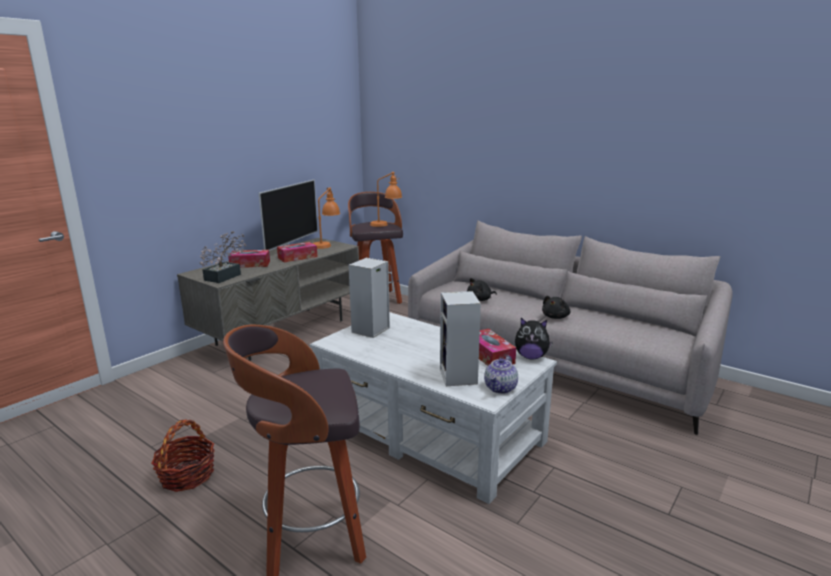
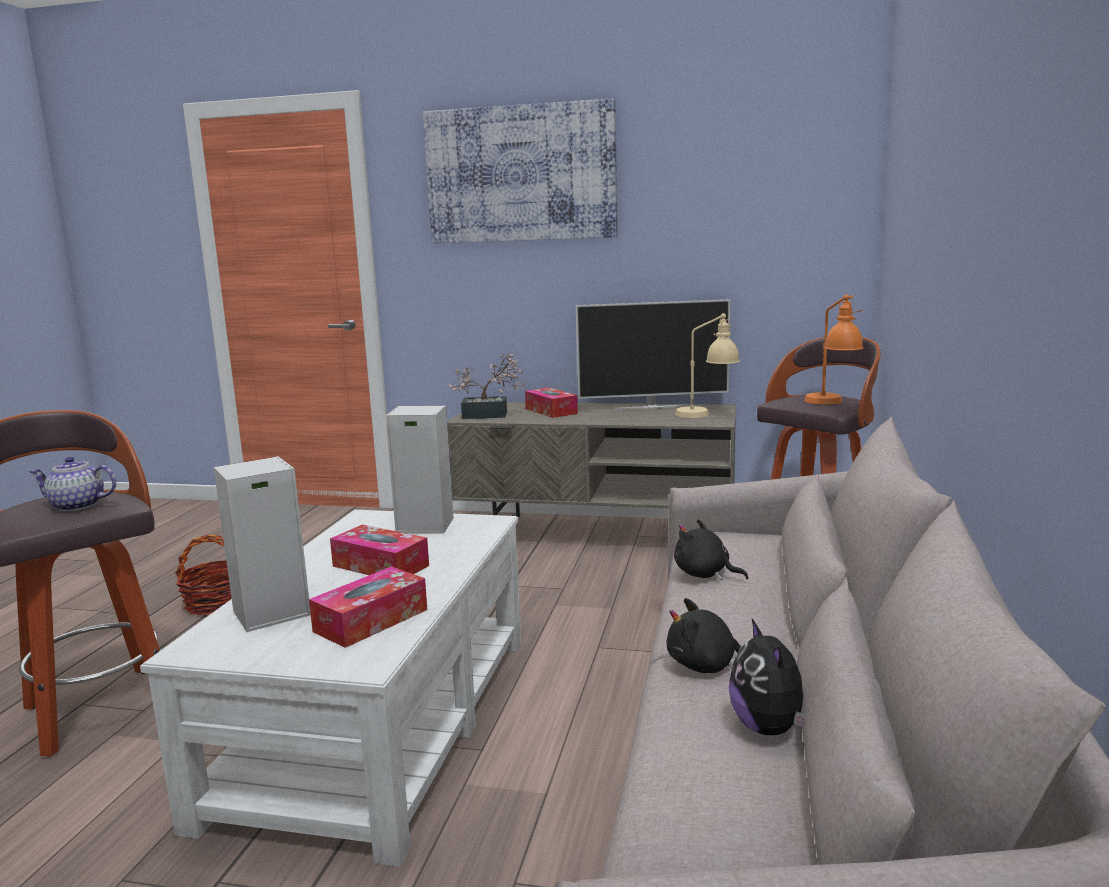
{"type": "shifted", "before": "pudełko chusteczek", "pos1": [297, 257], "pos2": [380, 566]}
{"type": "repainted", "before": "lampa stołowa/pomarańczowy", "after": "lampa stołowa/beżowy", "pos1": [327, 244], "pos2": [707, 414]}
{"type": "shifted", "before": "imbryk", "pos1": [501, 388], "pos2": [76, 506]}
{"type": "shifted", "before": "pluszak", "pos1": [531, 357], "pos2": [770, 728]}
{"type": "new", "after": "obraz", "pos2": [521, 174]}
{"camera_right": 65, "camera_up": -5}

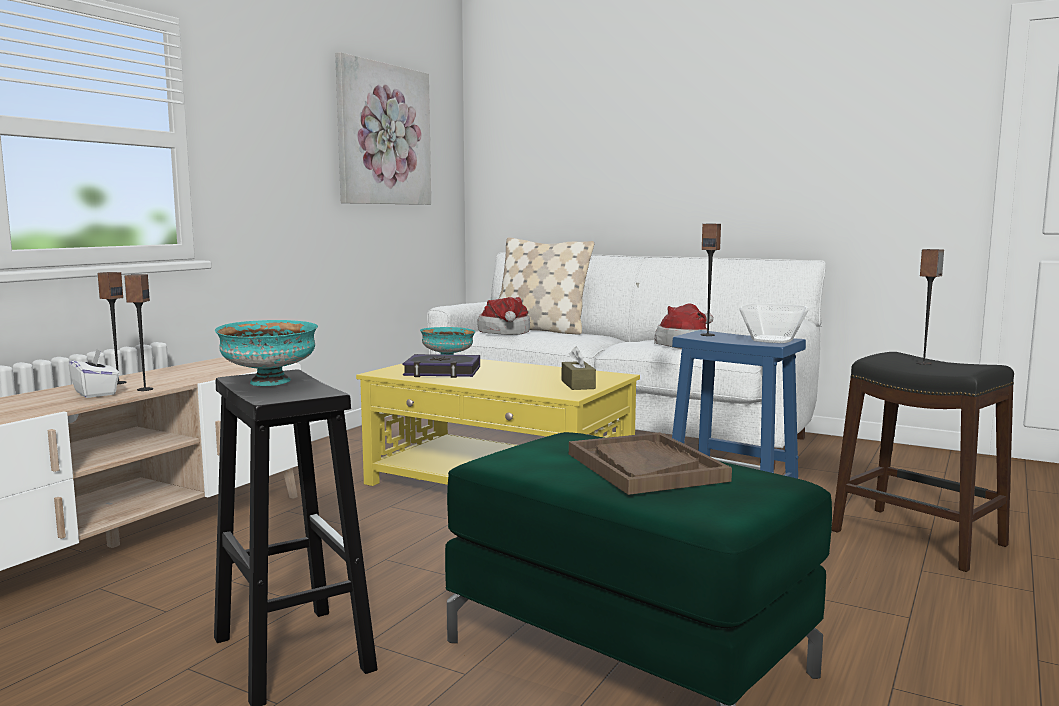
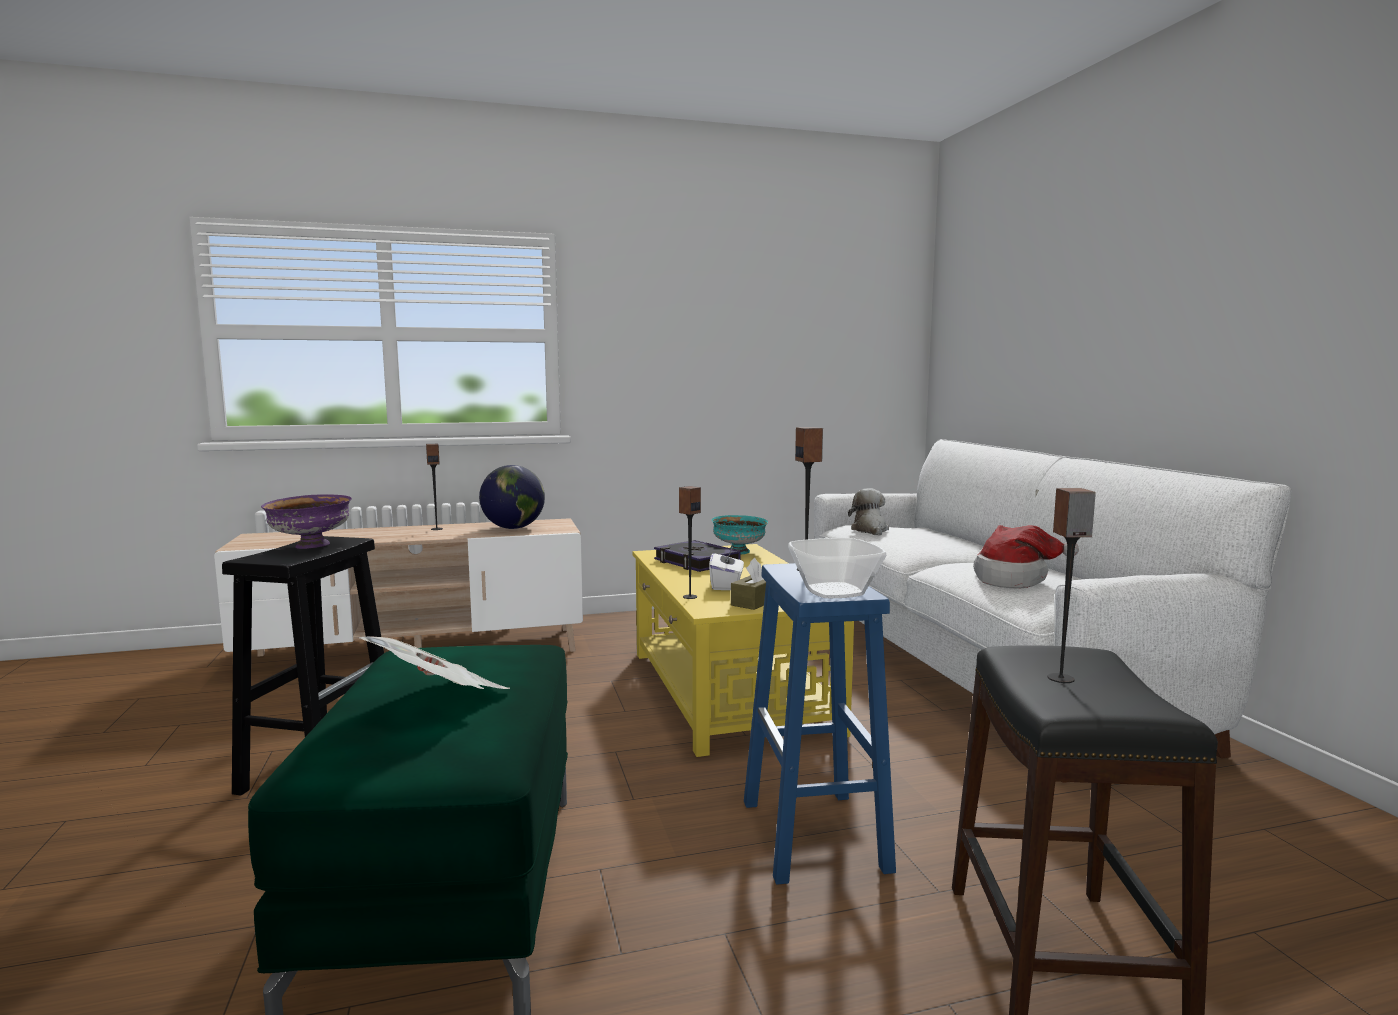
{"type": "shifted", "before": "pudełko chusteczek/biały", "pos1": [96, 393], "pos2": [726, 585]}
{"type": "shifted", "before": "głośnik", "pos1": [144, 389], "pos2": [689, 597]}
{"type": "repainted", "before": "miska/turkusowy", "after": "miska/fioletowy", "pos1": [271, 382], "pos2": [311, 546]}
{"type": "gone", "before": "obraz", "pos1": [384, 135]}
{"type": "swapped", "before": "kapelusz", "after": "pluszak", "pos1": [505, 332], "pos2": [870, 530]}
{"type": "gone", "before": "poduszka/beżowy", "pos1": [540, 330]}
{"type": "swapped", "before": "taca/brązowy", "after": "gazeta", "pos1": [645, 467], "pos2": [439, 698]}
{"type": "new", "after": "globus", "pos2": [513, 528]}
{"camera_right": 45, "camera_up": 0}

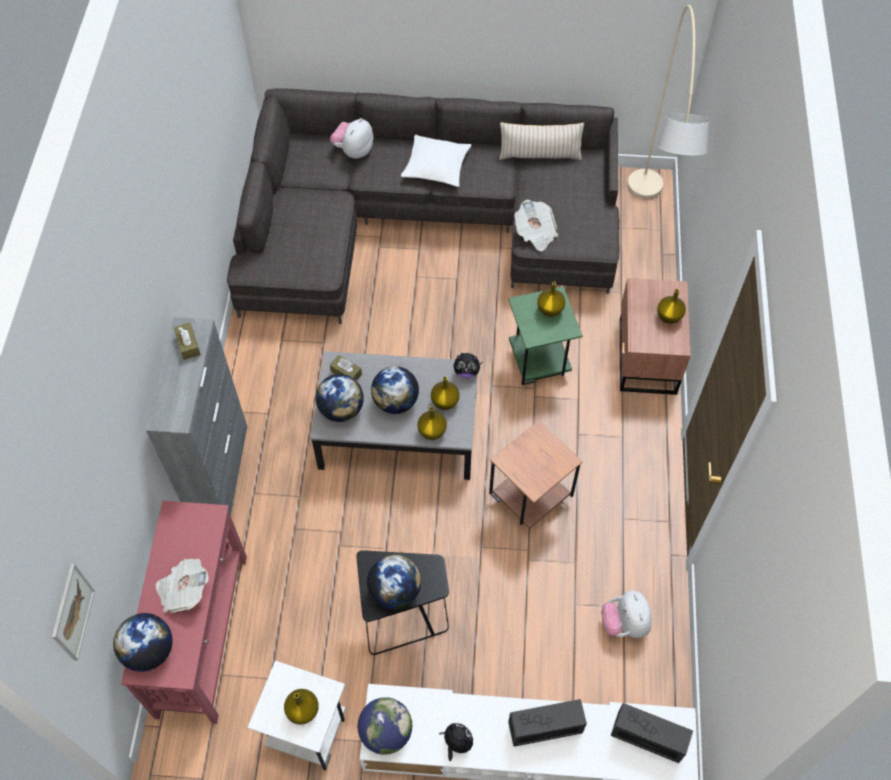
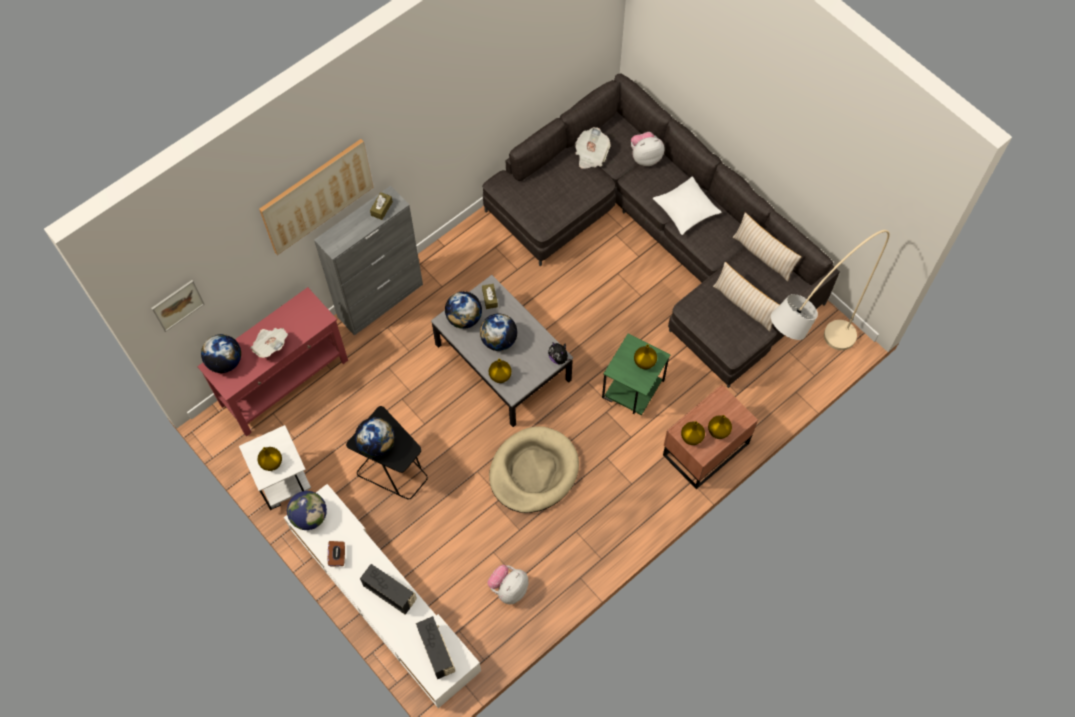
{"type": "shifted", "before": "wazon/żółty", "pos1": [445, 402], "pos2": [692, 438]}
{"type": "swapped", "before": "pluszak", "after": "pudełko chusteczek/brązowy", "pos1": [456, 743], "pos2": [337, 556]}
{"type": "swapped", "before": "stolik/brązowy", "after": "legowisko/beżowy", "pos1": [530, 501], "pos2": [533, 471]}
{"type": "shifted", "before": "gazeta", "pos1": [535, 233], "pos2": [591, 155]}
{"type": "new", "after": "obraz", "pos2": [317, 196]}
{"type": "new", "after": "poduszka/beżowy", "pos2": [744, 305]}
{"camera_right": 45, "camera_up": 5}

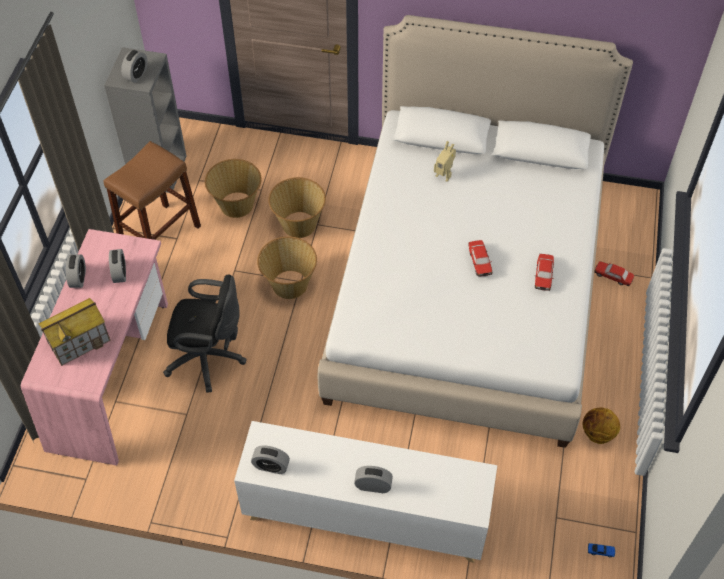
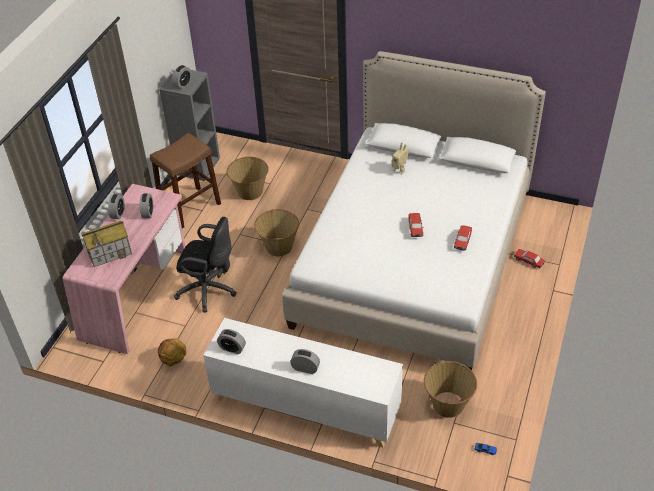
{"type": "shifted", "before": "koszyk", "pos1": [299, 224], "pos2": [448, 404]}
{"type": "shifted", "before": "piłka do koszykówki", "pos1": [597, 433], "pos2": [173, 360]}
{"camera_right": 10, "camera_up": -10}

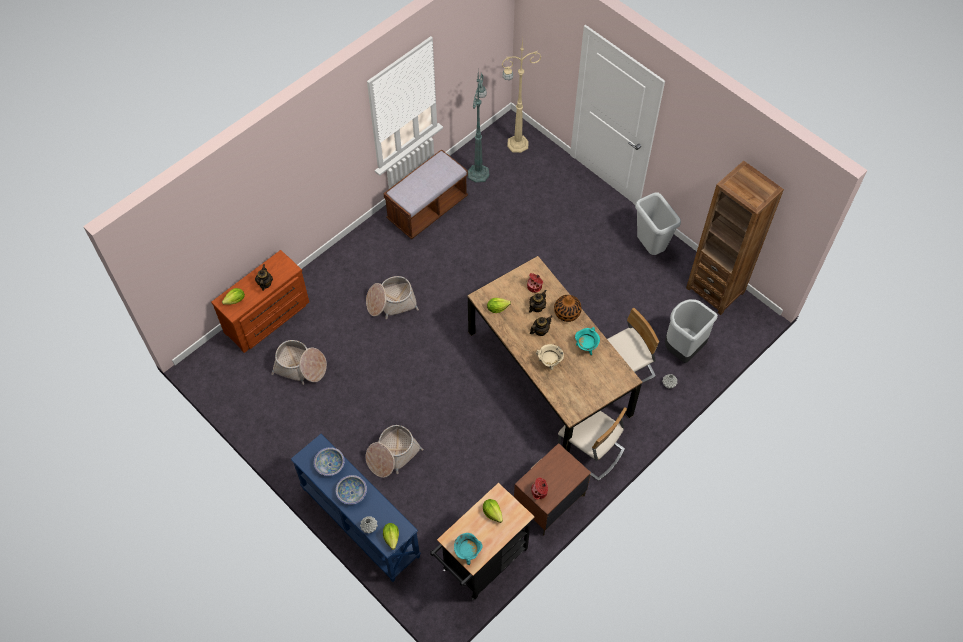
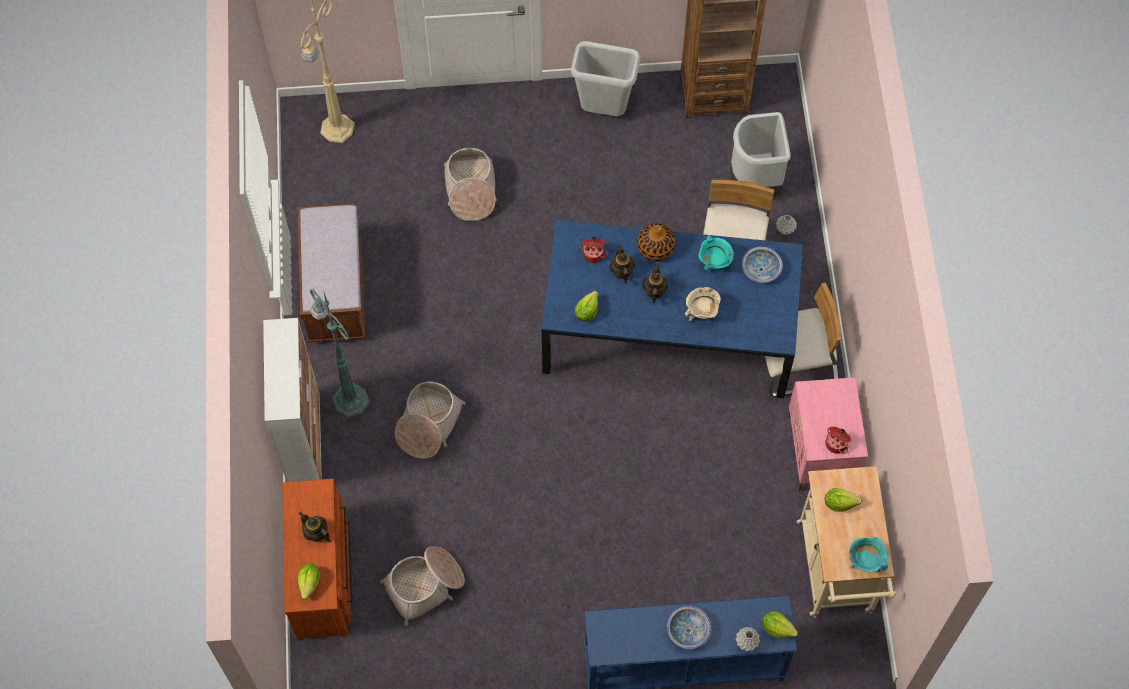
{"type": "shifted", "before": "miska", "pos1": [330, 464], "pos2": [761, 269]}
{"type": "shifted", "before": "koszyk", "pos1": [392, 454], "pos2": [470, 190]}
{"type": "repainted", "before": "wózek/czarny", "after": "wózek/beżowy", "pos1": [481, 564], "pos2": [836, 573]}
{"type": "repainted", "before": "stół jadalny/brązowy", "after": "stół jadalny/niebieski", "pos1": [548, 372], "pos2": [667, 333]}
{"type": "shifted", "before": "lampa stojąca/zielony", "pos1": [478, 172], "pos2": [349, 399]}
{"type": "repainted", "before": "szafka nocna/brązowy", "after": "szafka nocna/różowy", "pos1": [549, 502], "pos2": [821, 452]}
{"type": "new", "after": "szafka", "pos2": [304, 441]}
{"camera_right": -50, "camera_up": 5}

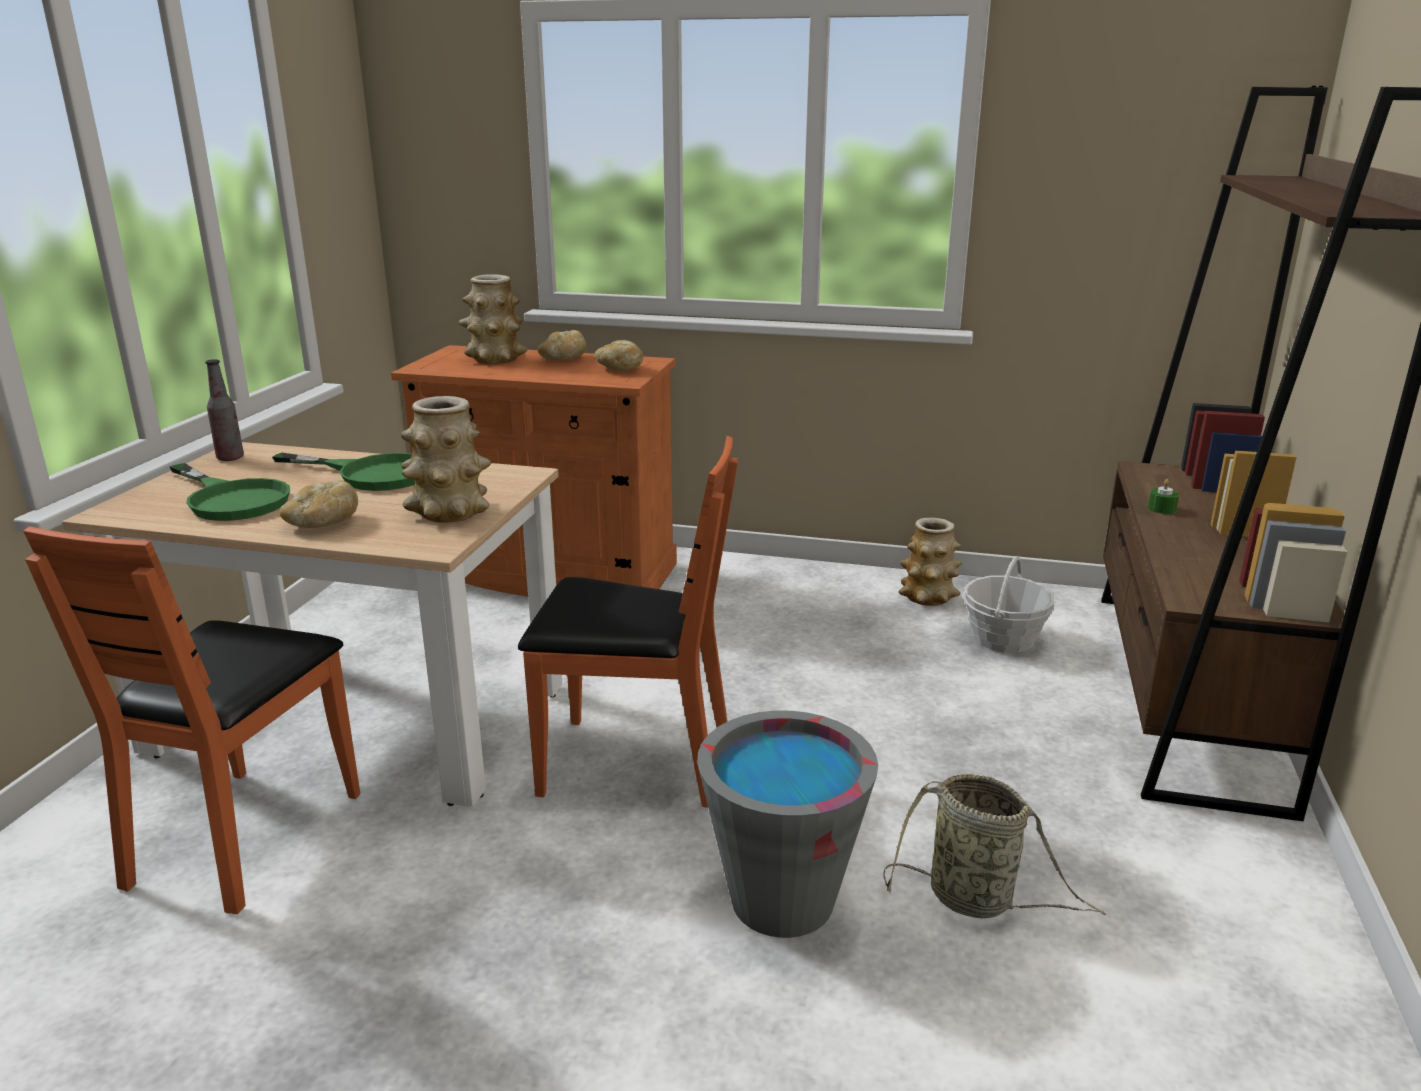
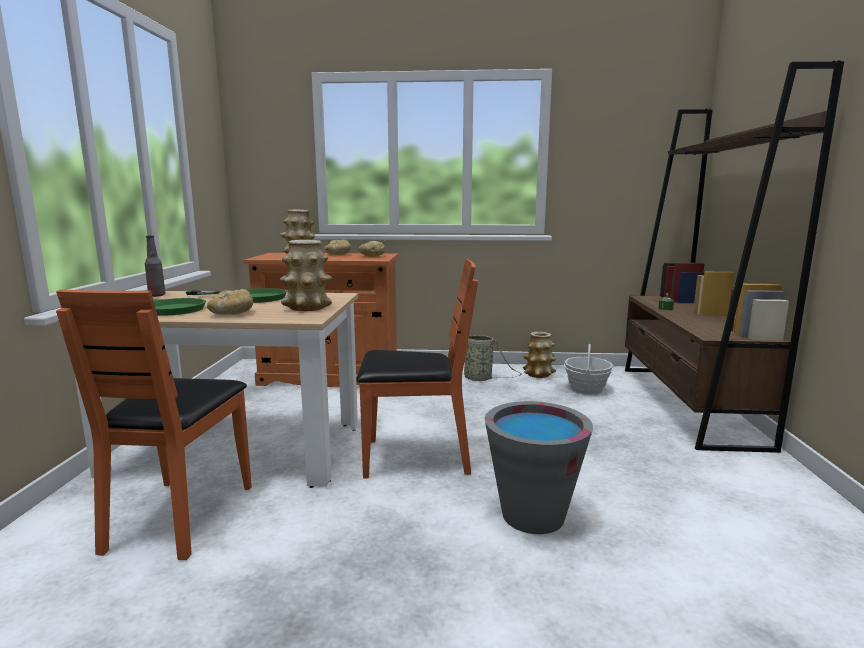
{"type": "shifted", "before": "koszyk", "pos1": [976, 900], "pos2": [480, 379]}
{"camera_right": -10, "camera_up": -10}

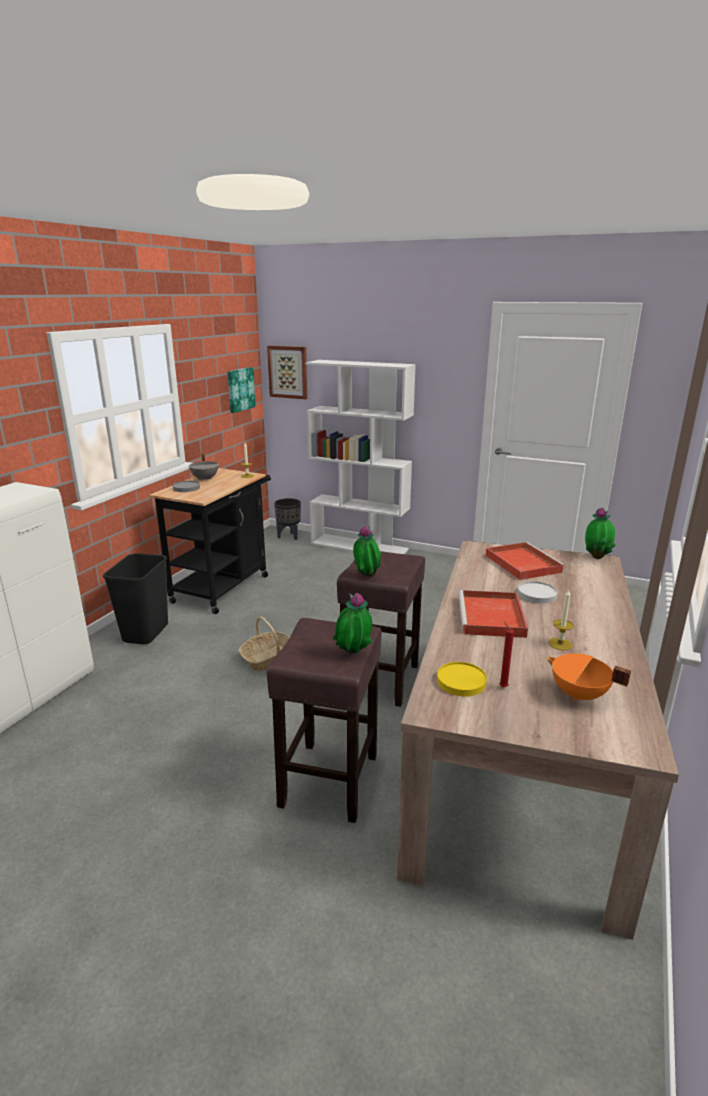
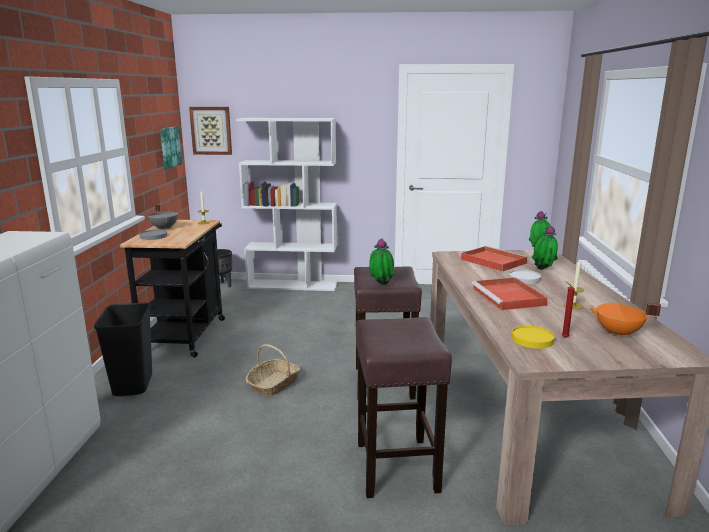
{"type": "shifted", "before": "roślina doniczkowa", "pos1": [353, 655], "pos2": [543, 270]}
{"camera_right": -20, "camera_up": -5}

